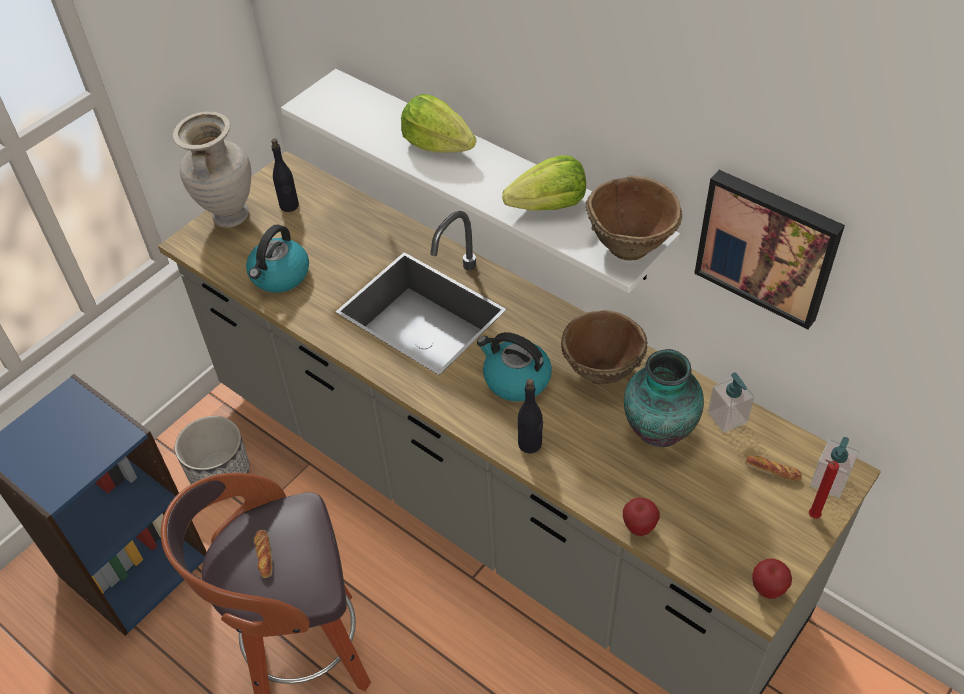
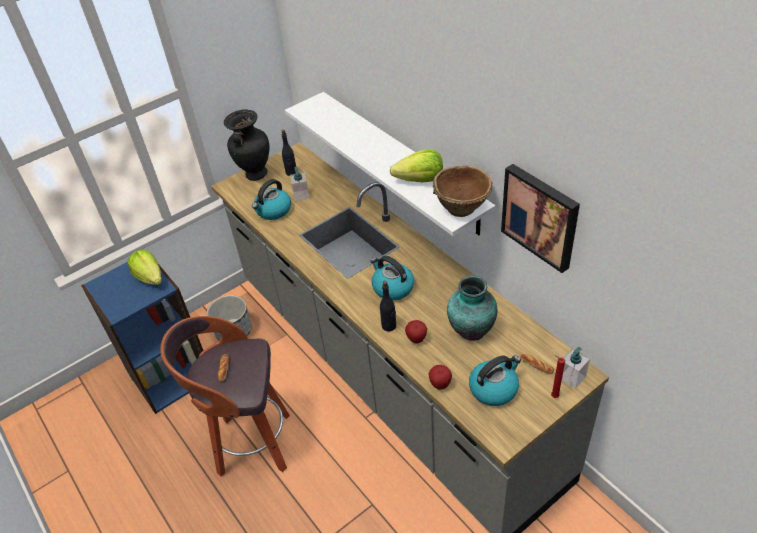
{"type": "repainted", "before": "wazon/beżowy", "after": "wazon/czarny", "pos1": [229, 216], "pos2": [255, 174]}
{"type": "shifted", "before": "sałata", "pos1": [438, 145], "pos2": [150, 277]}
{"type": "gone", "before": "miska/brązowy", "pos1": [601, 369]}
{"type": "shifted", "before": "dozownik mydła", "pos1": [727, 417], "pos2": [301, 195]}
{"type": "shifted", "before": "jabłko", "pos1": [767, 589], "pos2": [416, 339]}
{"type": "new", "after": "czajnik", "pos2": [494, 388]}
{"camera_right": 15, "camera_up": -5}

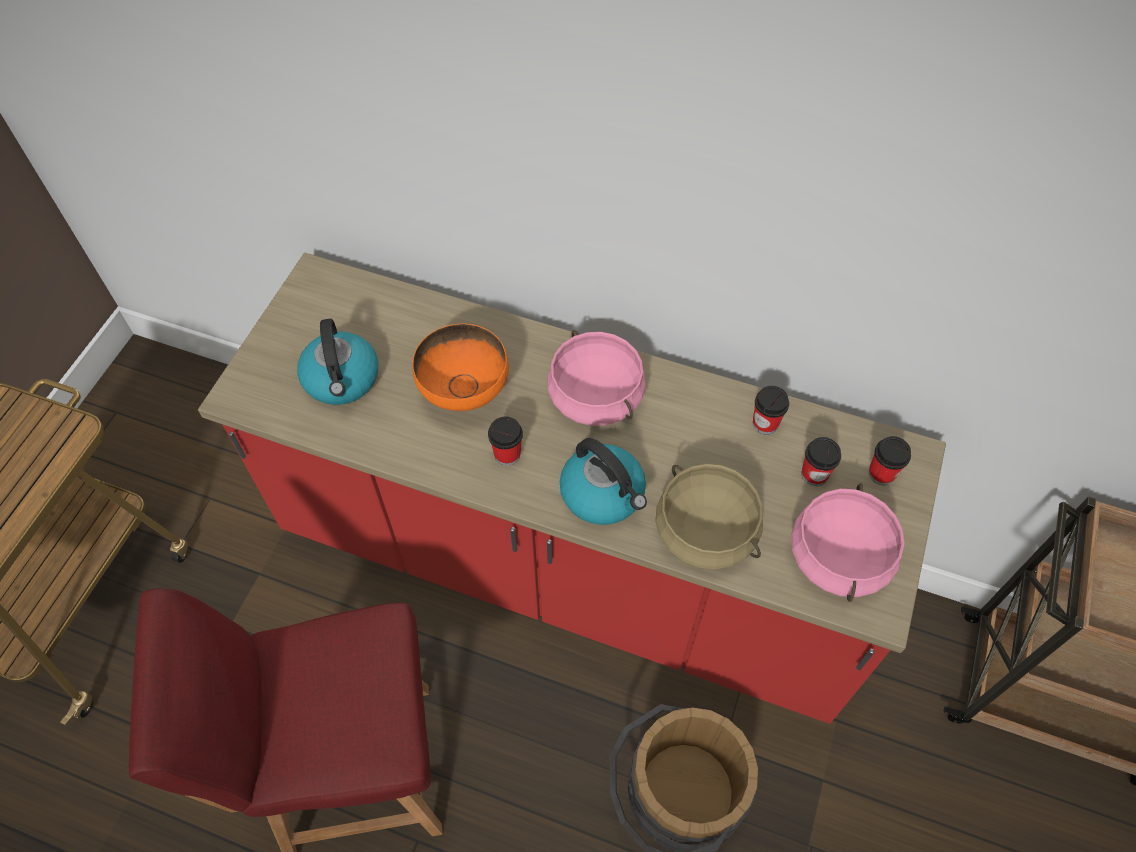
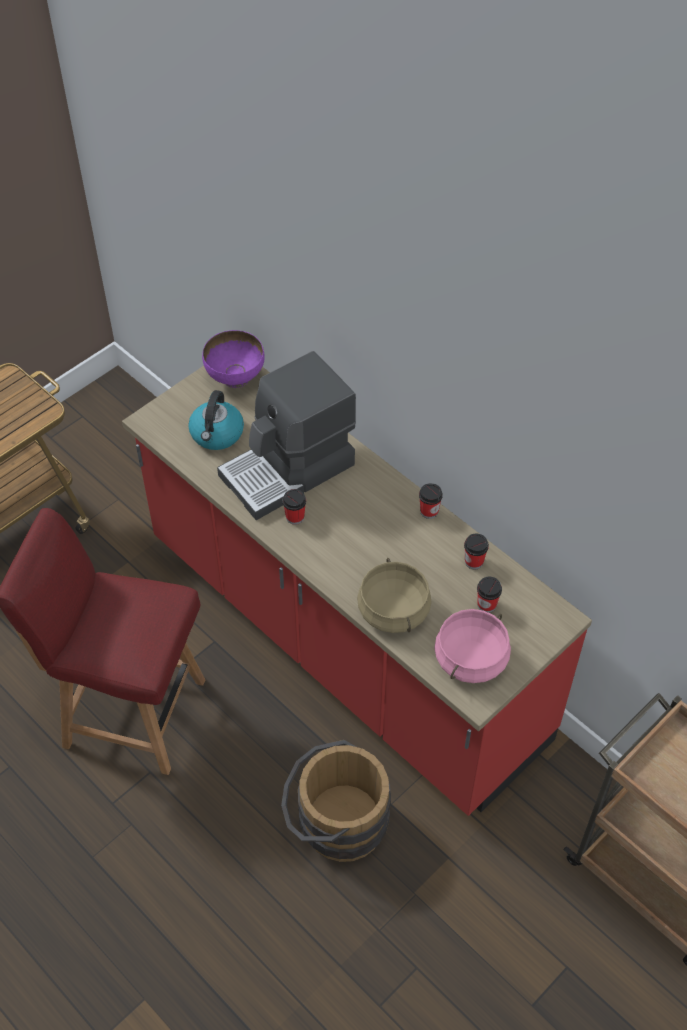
{"type": "swapped", "before": "miska/pomarańczowy", "after": "ekspres do kawy", "pos1": [465, 393], "pos2": [289, 470]}
{"type": "gone", "before": "garnek/różowy", "pos1": [596, 396]}
{"type": "gone", "before": "czajnik", "pos1": [604, 494]}
{"type": "shifted", "before": "filiżanka", "pos1": [881, 473], "pos2": [429, 511]}
{"type": "new", "after": "miska/fioletowy", "pos2": [235, 377]}
{"camera_right": 25, "camera_up": -5}

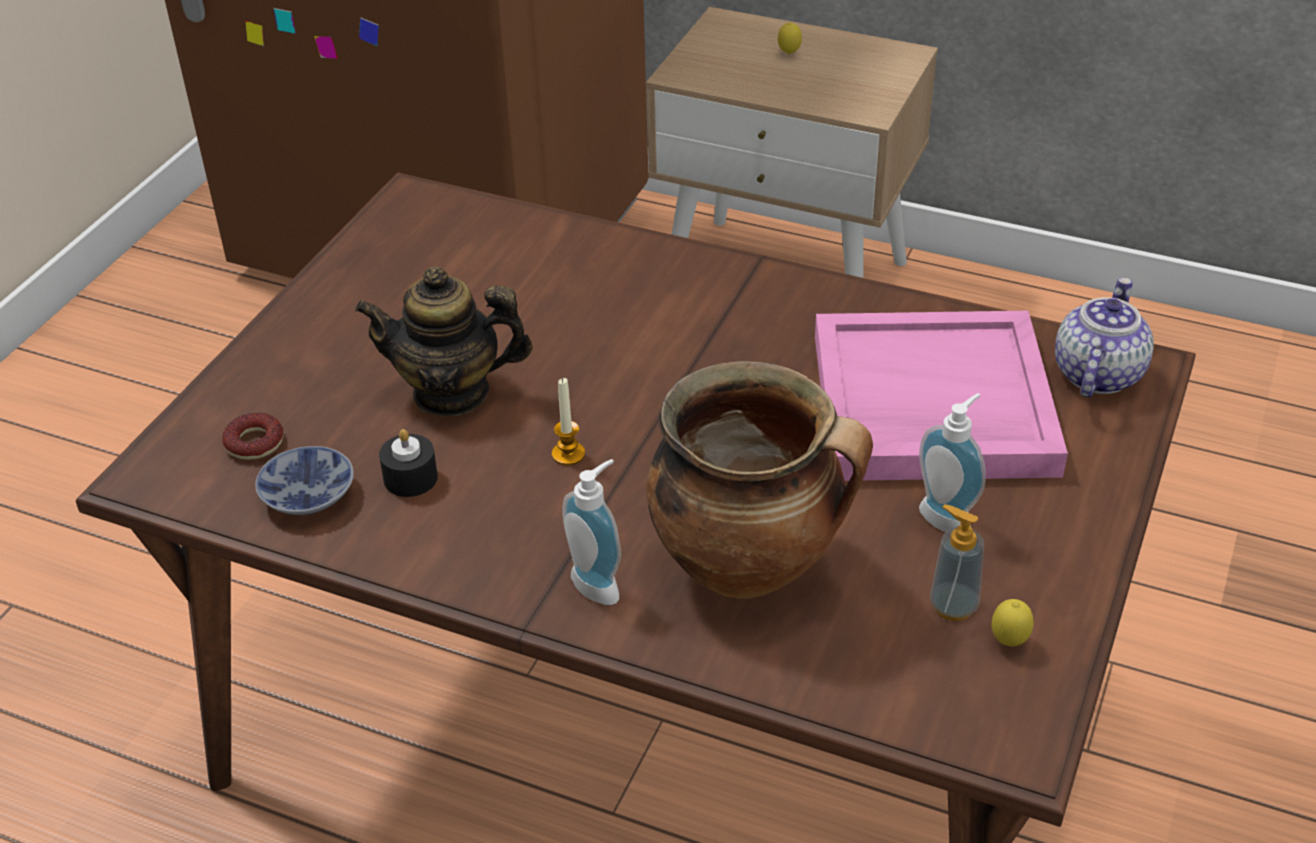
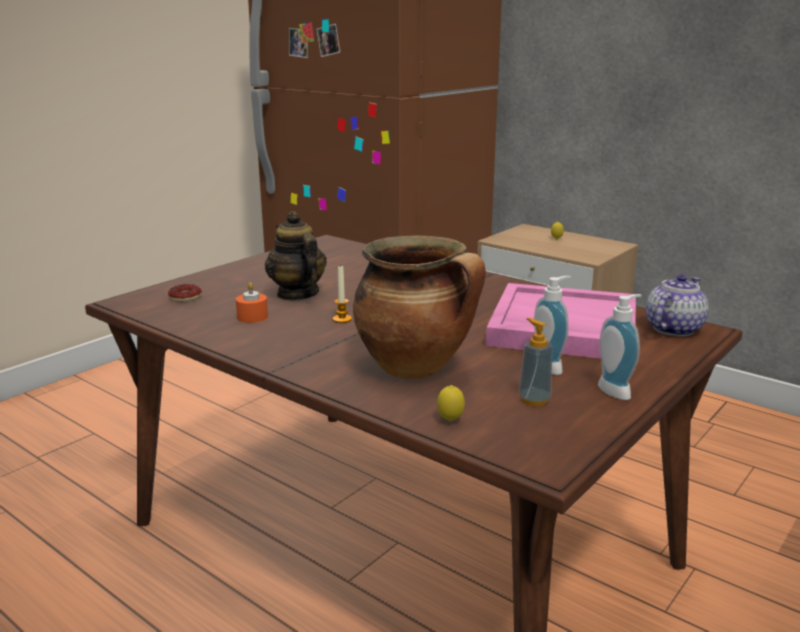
{"type": "gone", "before": "miska", "pos1": [312, 495]}
{"type": "rotated", "before": "imbryk", "pos1": [451, 392], "pos2": [297, 294], "turn": 45}
{"type": "repainted", "before": "świeca/czarny", "after": "świeca/pomarańczowy", "pos1": [410, 478], "pos2": [252, 317]}
{"type": "shifted", "before": "dozownik mydła", "pos1": [600, 583], "pos2": [617, 390]}
{"type": "shifted", "before": "cytryna", "pos1": [1008, 642], "pos2": [450, 421]}
{"camera_right": 15, "camera_up": -20}

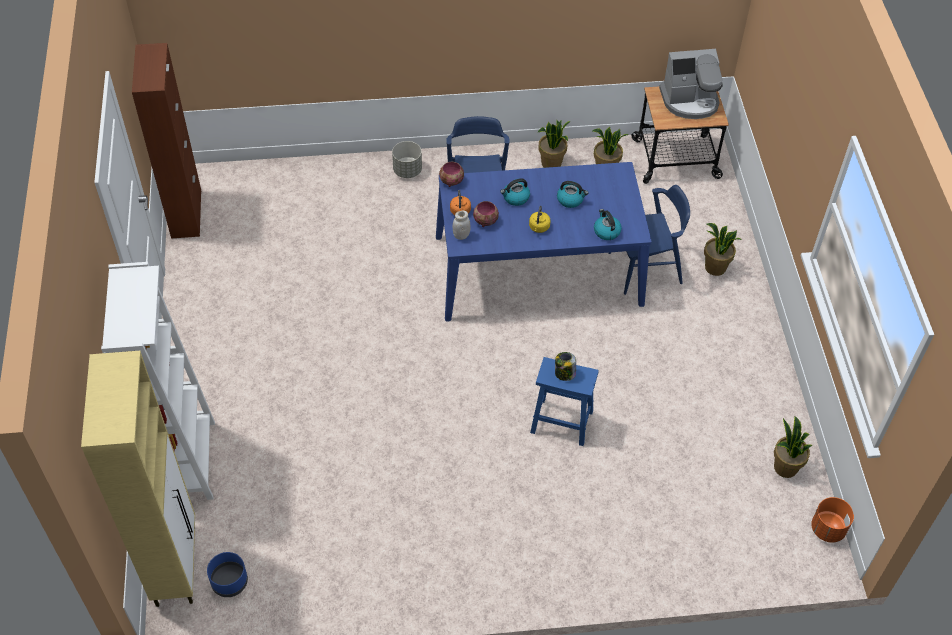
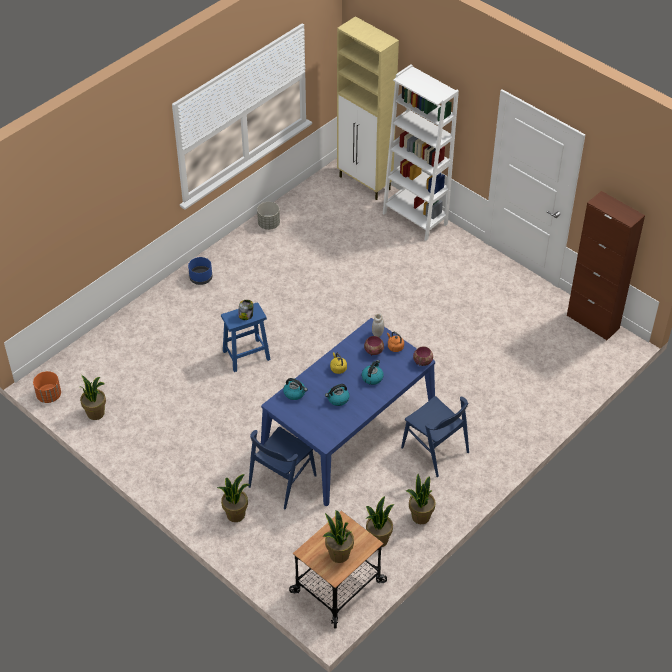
{"type": "shifted", "before": "donica/niebieski", "pos1": [229, 582], "pos2": [201, 278]}
{"type": "shifted", "before": "donica/szary", "pos1": [407, 170], "pos2": [269, 224]}
{"type": "swapped", "before": "ekspres do kawy", "after": "roślina doniczkowa", "pos1": [690, 101], "pos2": [338, 554]}
{"camera_right": 140, "camera_up": -5}

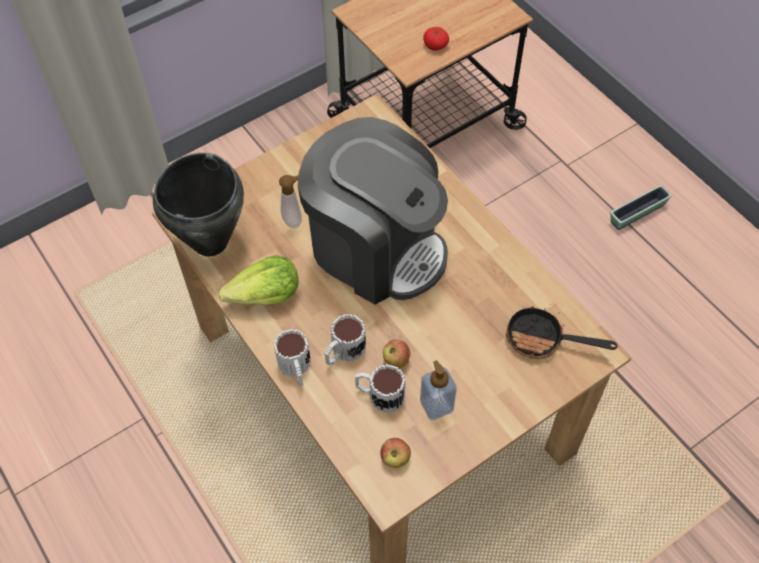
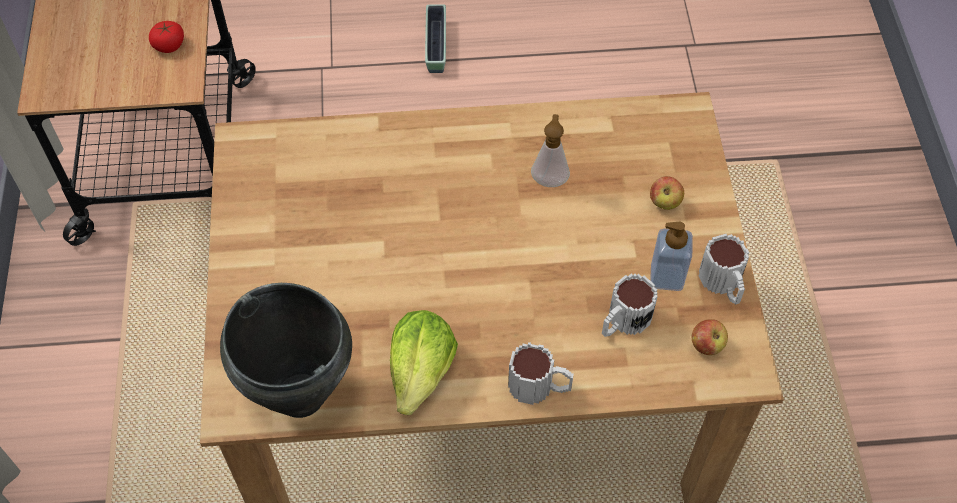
{"type": "shifted", "before": "dozownik mydła", "pos1": [294, 220], "pos2": [549, 179]}
{"type": "gone", "before": "ekspres do kawy", "pos1": [376, 248]}
{"type": "shifted", "before": "kubek", "pos1": [343, 352], "pos2": [723, 284]}
{"type": "shifted", "before": "jabłko", "pos1": [396, 360], "pos2": [665, 202]}
{"type": "gone", "before": "patelnia", "pos1": [543, 340]}
{"camera_right": -60, "camera_up": 0}

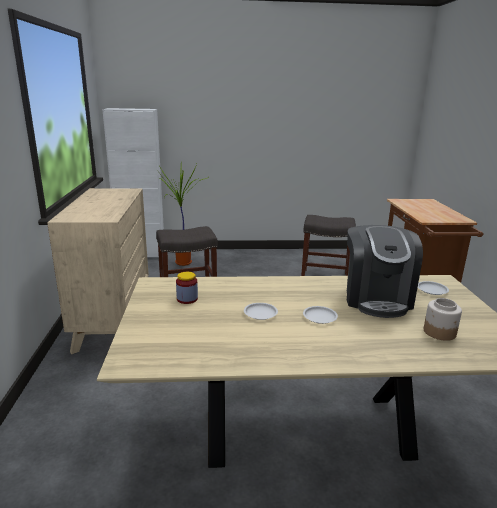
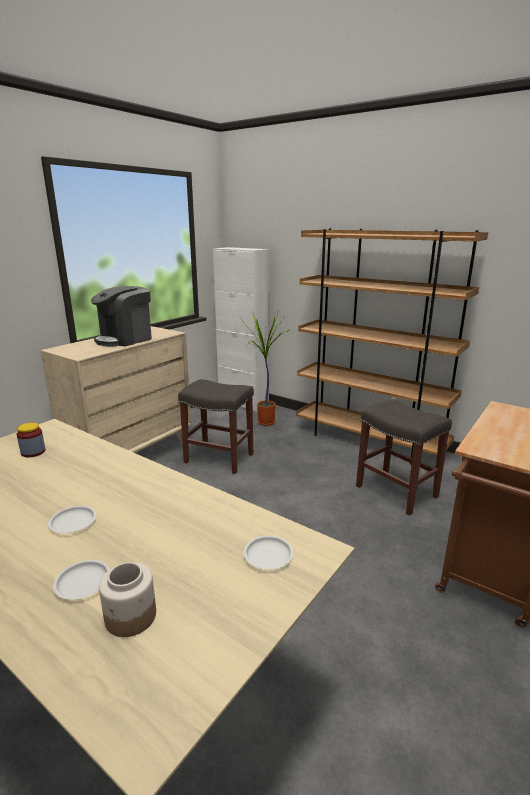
{"type": "shifted", "before": "talerz/biały", "pos1": [260, 313], "pos2": [82, 583]}
{"type": "shifted", "before": "ekspres do kawy", "pos1": [376, 298], "pos2": [125, 339]}
{"type": "new", "after": "regał/brązowy", "pos2": [369, 441]}
{"camera_right": 40, "camera_up": 0}

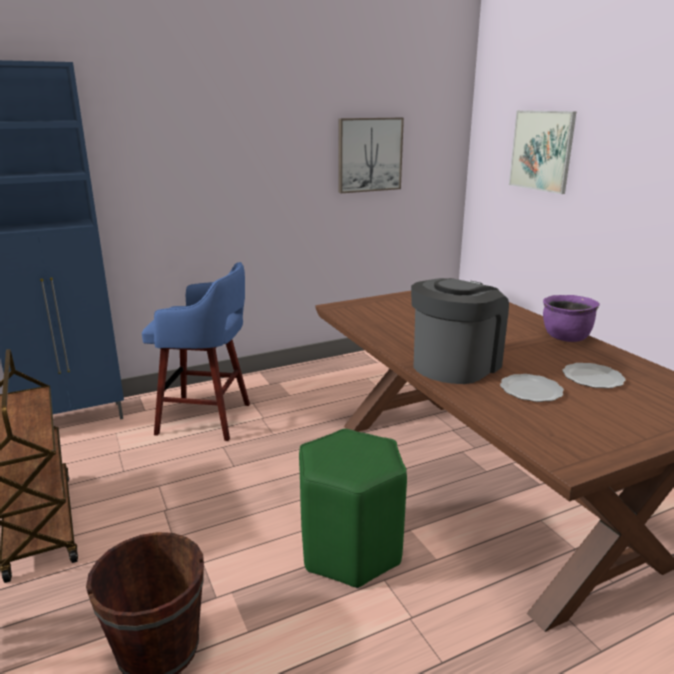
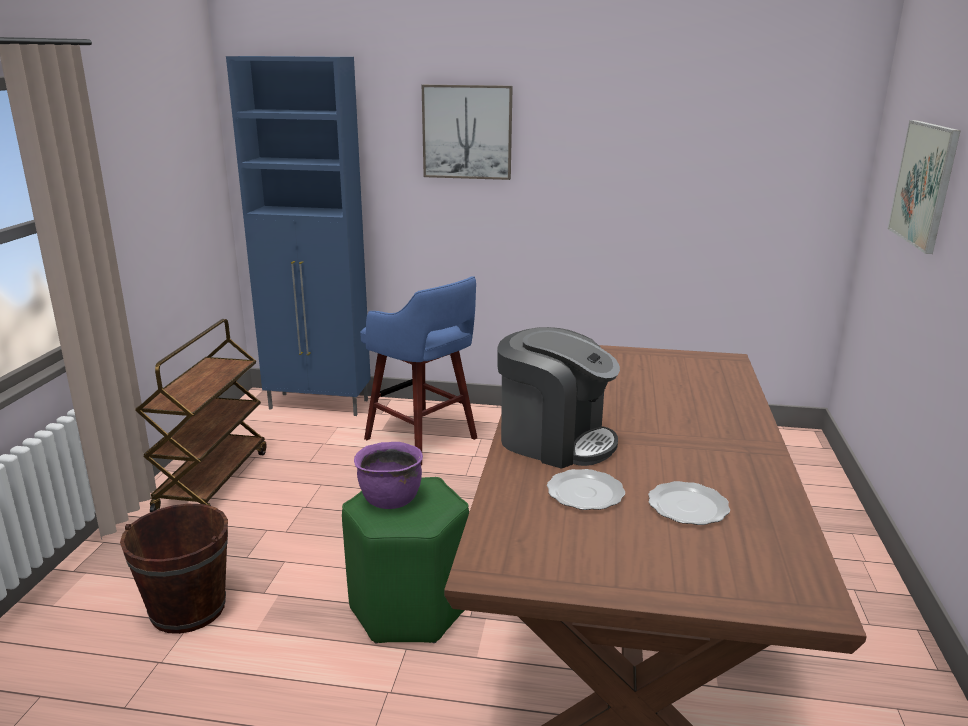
{"type": "shifted", "before": "obraz", "pos1": [369, 155], "pos2": [467, 132]}
{"type": "rotated", "before": "ekspres do kawy", "pos1": [455, 364], "pos2": [554, 440], "turn": 45}
{"type": "shifted", "before": "garnek/fioletowy", "pos1": [565, 337], "pos2": [390, 499]}
{"camera_right": 35, "camera_up": 0}

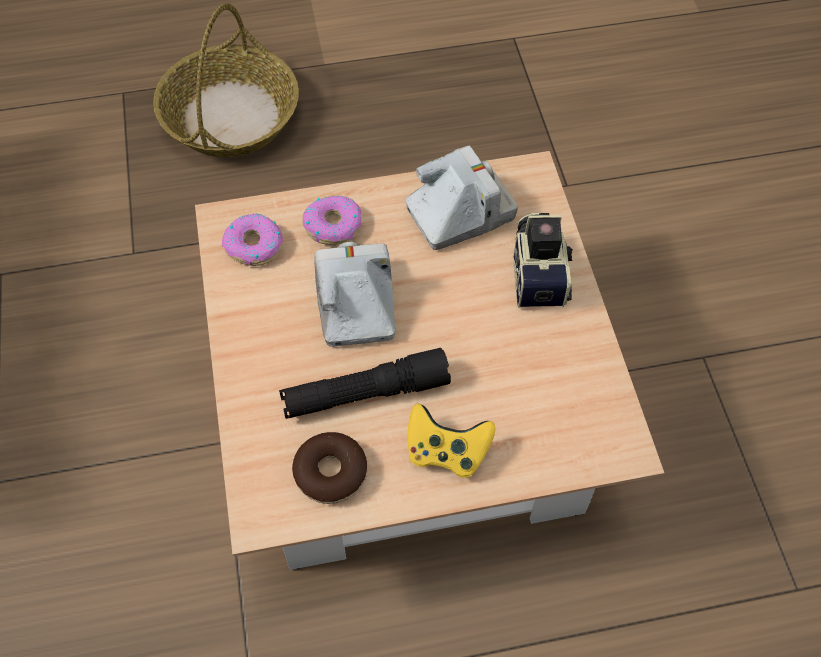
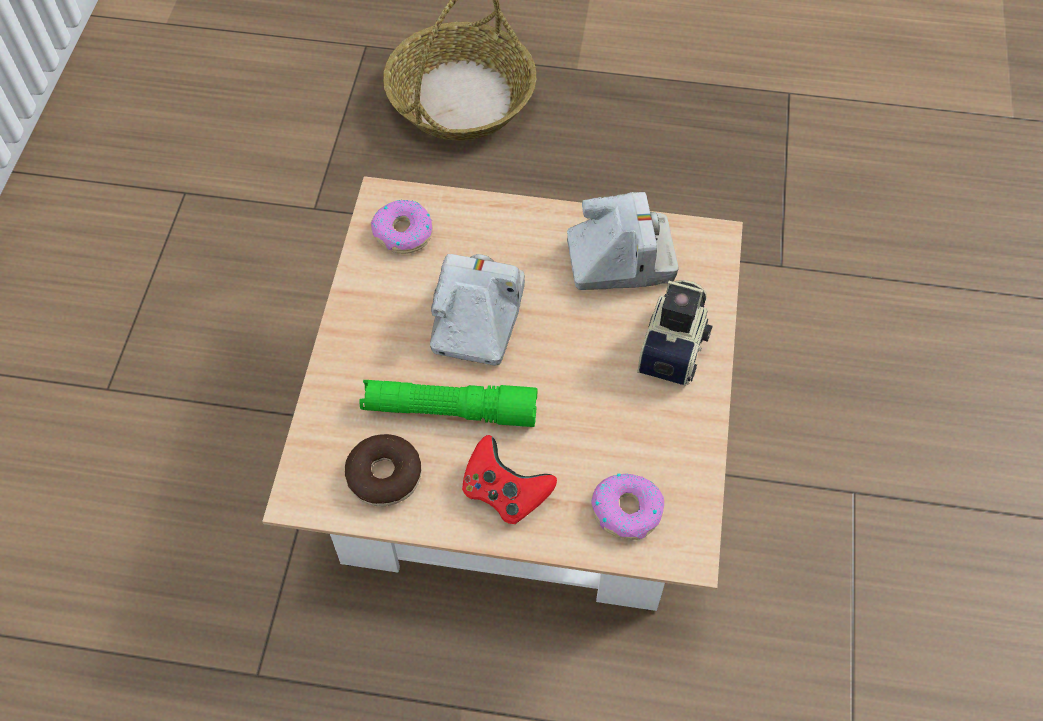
{"type": "repainted", "before": "latarka/czarny", "after": "latarka/zielony", "pos1": [365, 393], "pos2": [449, 410]}
{"type": "shifted", "before": "donut", "pos1": [333, 225], "pos2": [626, 510]}
{"type": "repainted", "before": "pad do gier/żółty", "after": "pad do gier/czerwony", "pos1": [446, 451], "pos2": [504, 492]}
{"camera_right": 20, "camera_up": 0}

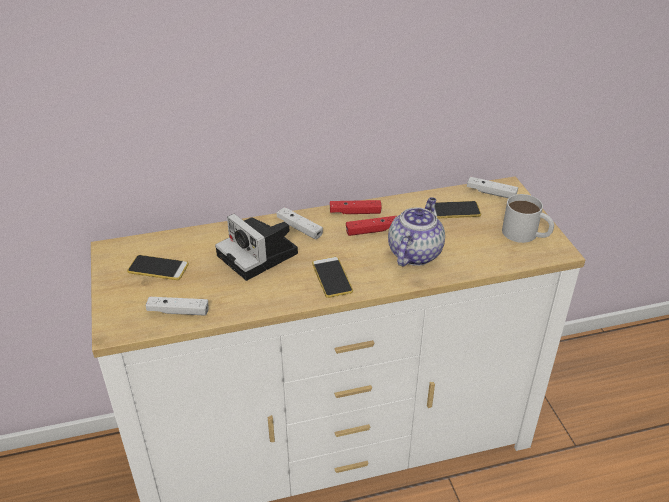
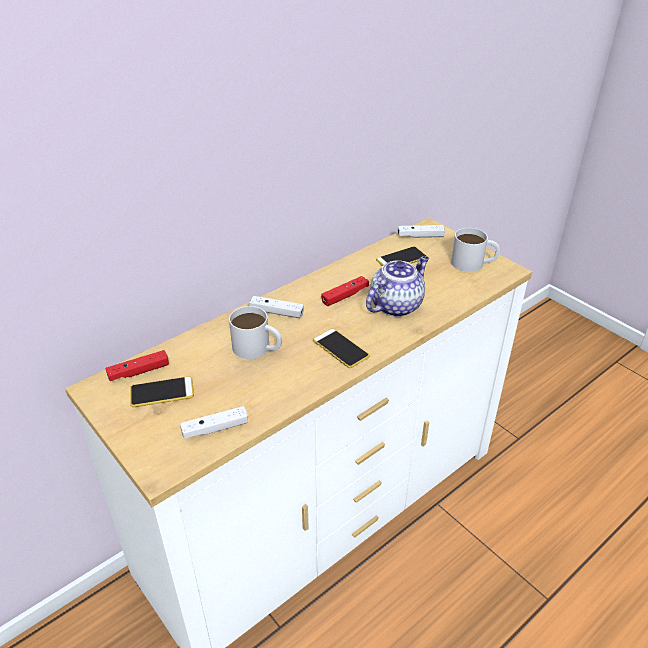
{"type": "swapped", "before": "aparat fotograficzny", "after": "kubek/biały", "pos1": [260, 255], "pos2": [258, 348]}
{"type": "shifted", "before": "pad do gier/czerwony", "pos1": [355, 212], "pos2": [139, 371]}
{"type": "rotated", "before": "imbryk", "pos1": [414, 253], "pos2": [396, 305], "turn": 45}
{"camera_right": -25, "camera_up": 0}

